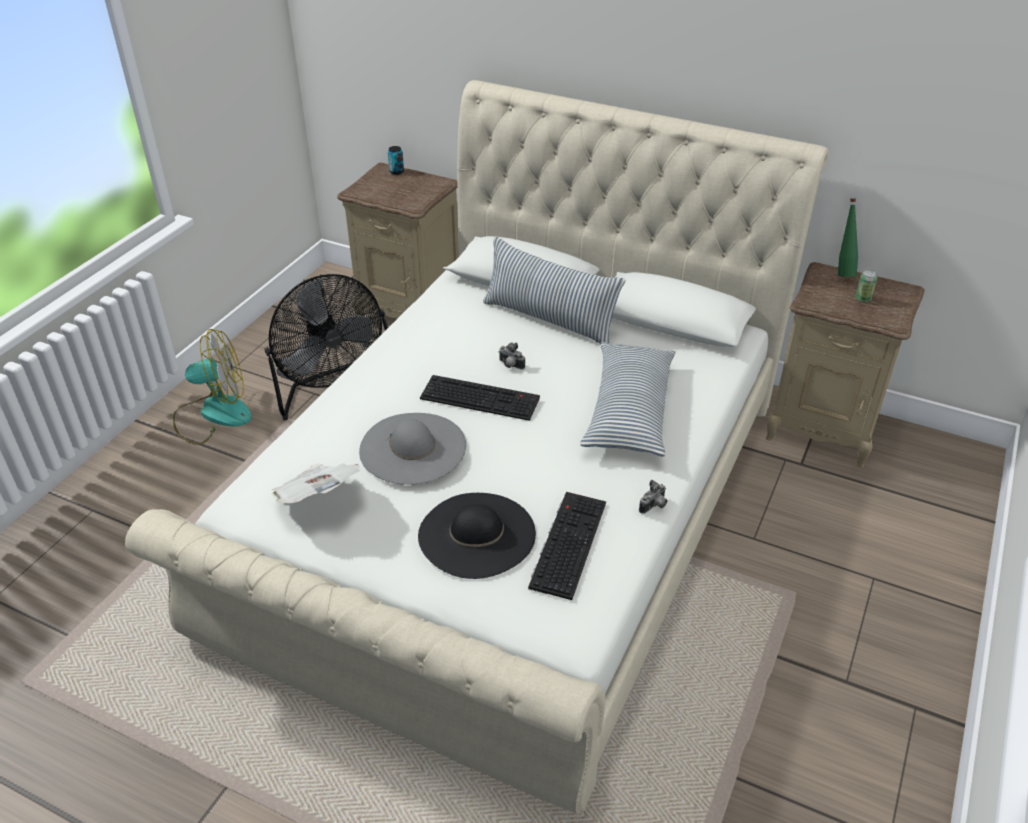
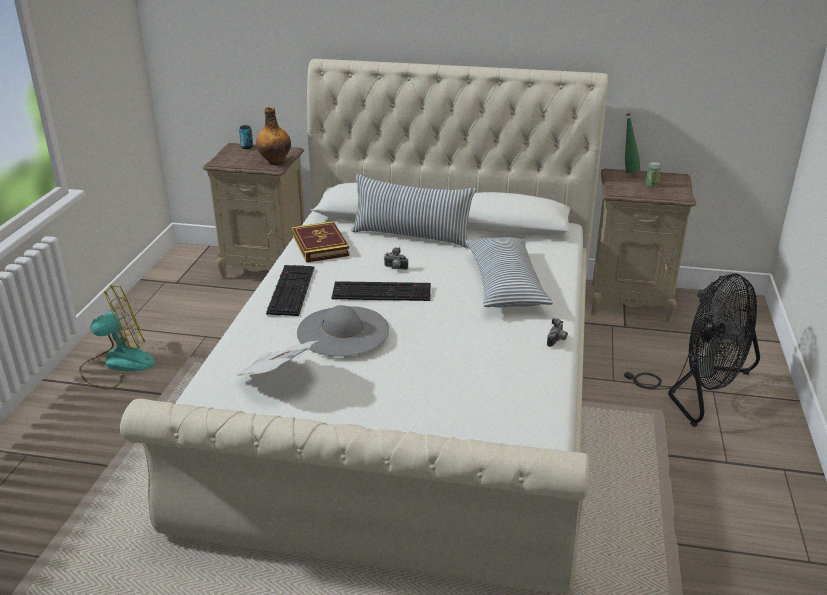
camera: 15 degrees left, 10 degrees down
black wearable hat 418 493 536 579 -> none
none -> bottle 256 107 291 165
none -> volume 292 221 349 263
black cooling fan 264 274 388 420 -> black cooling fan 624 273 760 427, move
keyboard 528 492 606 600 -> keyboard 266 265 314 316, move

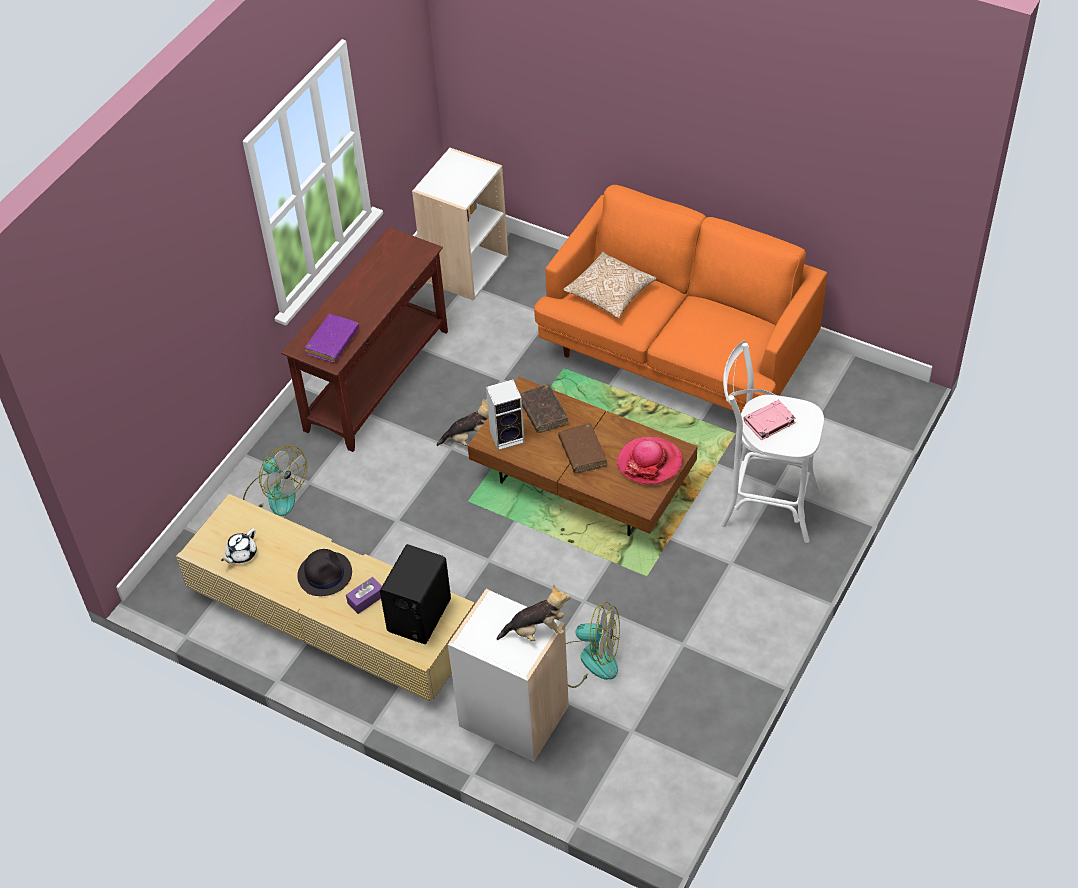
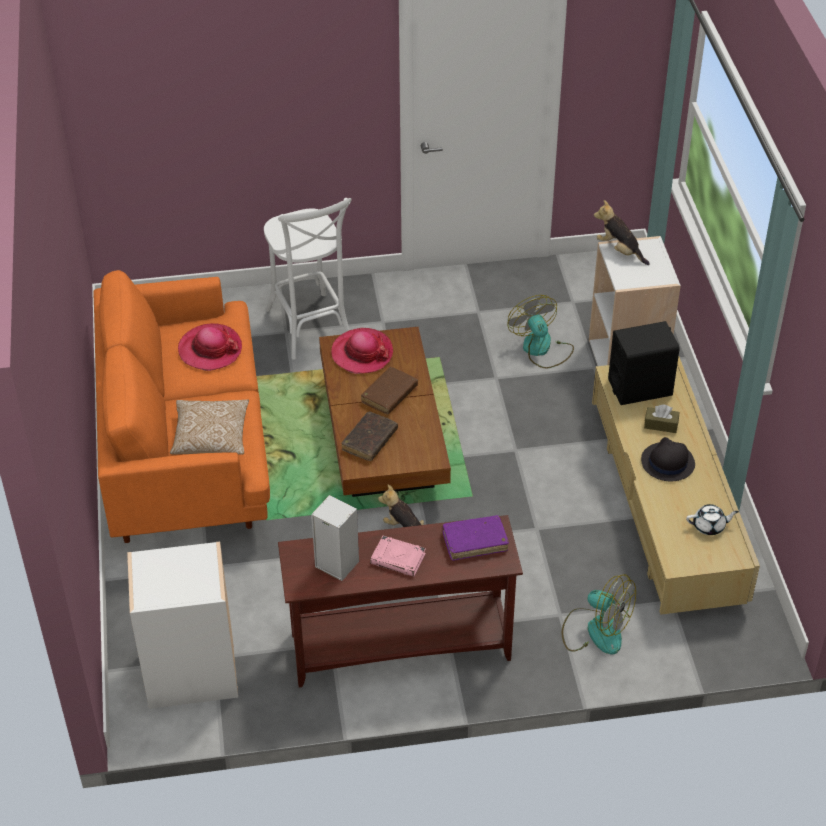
camera: 130 degrees left, 5 degrees down
none -> wearable hat 178 323 242 371
audio speaker 486 379 525 450 -> audio speaker 311 495 359 581, move
pink-coloured volume 743 400 796 440 -> pink-coloured volume 370 536 426 577, move
purplish tissue box 346 577 382 614 -> brown-coloured tissue box 644 405 679 433
cooling fan 243 445 307 516 -> cooling fan 562 574 636 655, 120 degrees clockwise

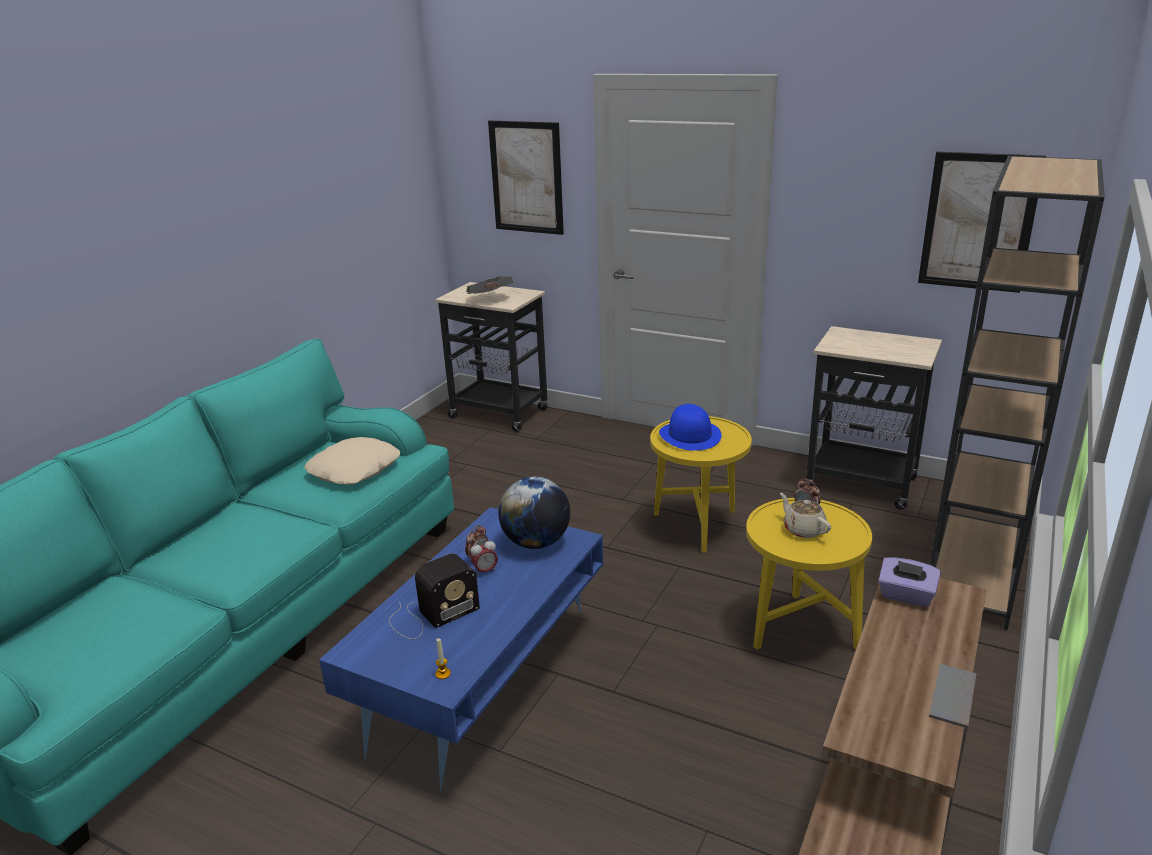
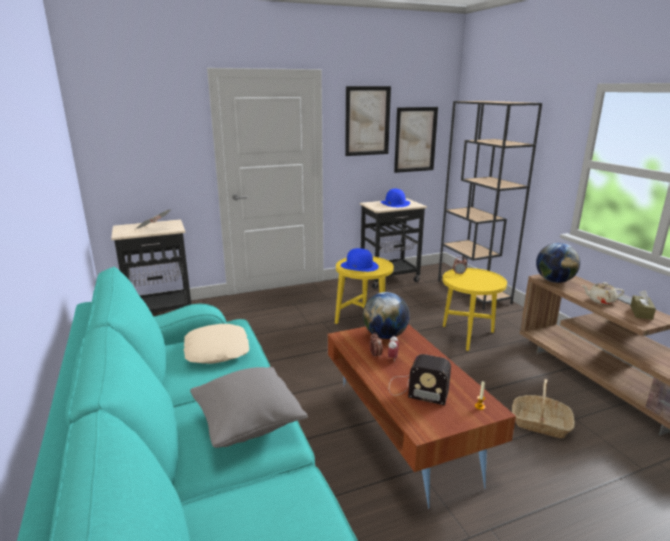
camera: 50 degrees left, 5 degrees down
none -> grey pillow 190 367 308 448
none -> bluish wearable hat 381 189 410 207
none -> household basket 512 379 575 438
none -> brown-coloured tissue box 630 290 656 320
wall picture 488 121 564 235 -> wall picture 345 86 391 156, move
sand-coloured pot for tea 780 493 831 538 -> sand-coloured pot for tea 582 282 624 304, move
purplish tissue box 878 557 941 607 -> world globe 536 243 580 283
bluish coffee table 319 507 603 792 -> brown-coloured coffee table 327 324 516 509
radio receiver 389 554 480 639 -> radio receiver 389 354 451 405, 105 degrees clockwise

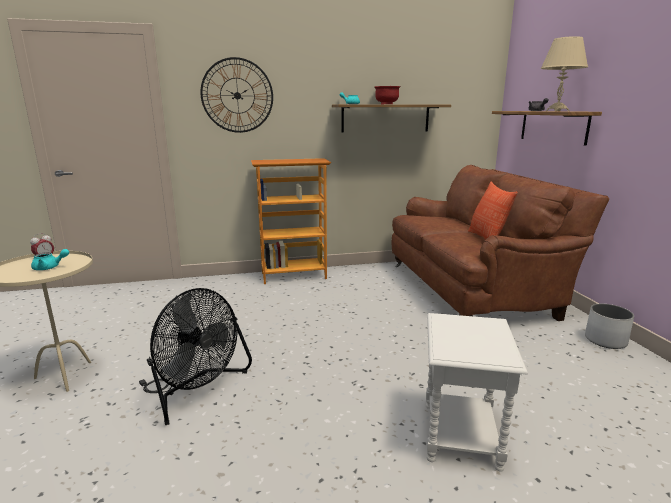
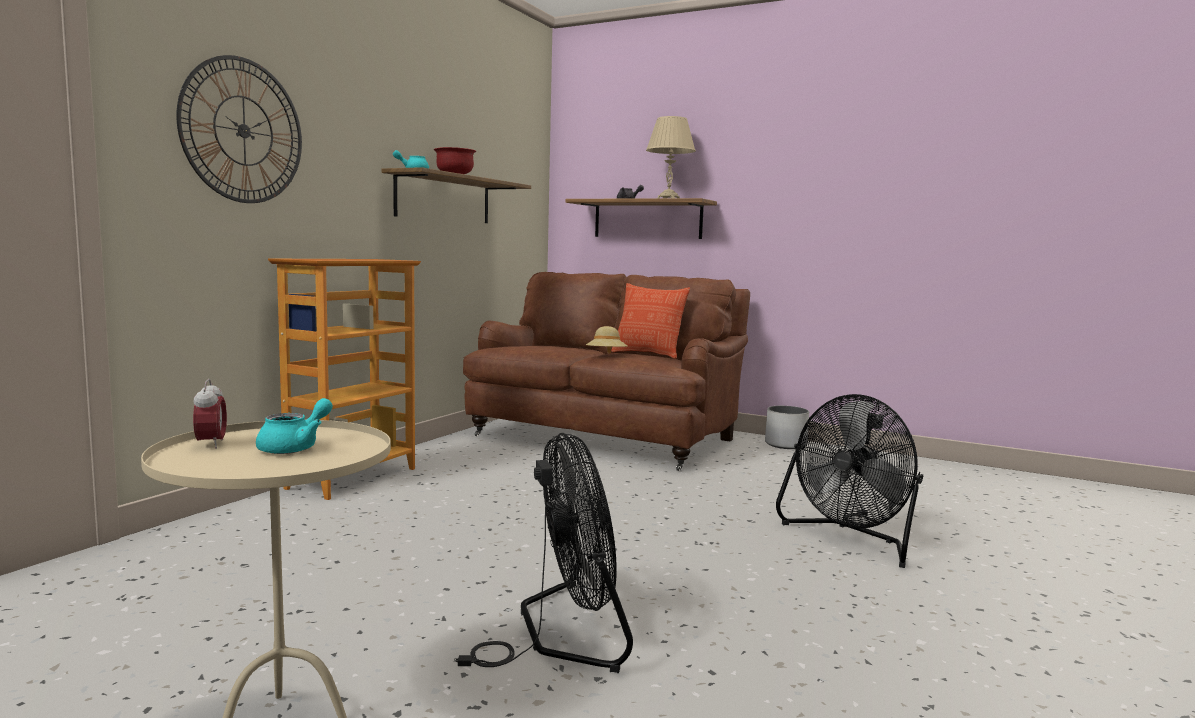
camera: 50 degrees left, 10 degrees down
none -> sand-coloured wearable hat 586 326 627 354
white accent table 426 313 528 472 -> black cooling fan 776 394 923 568

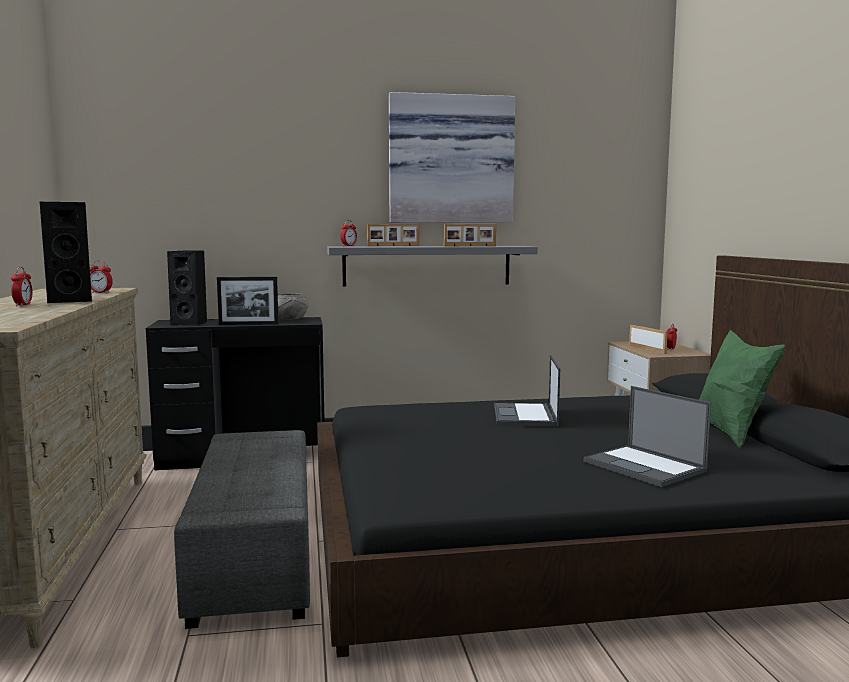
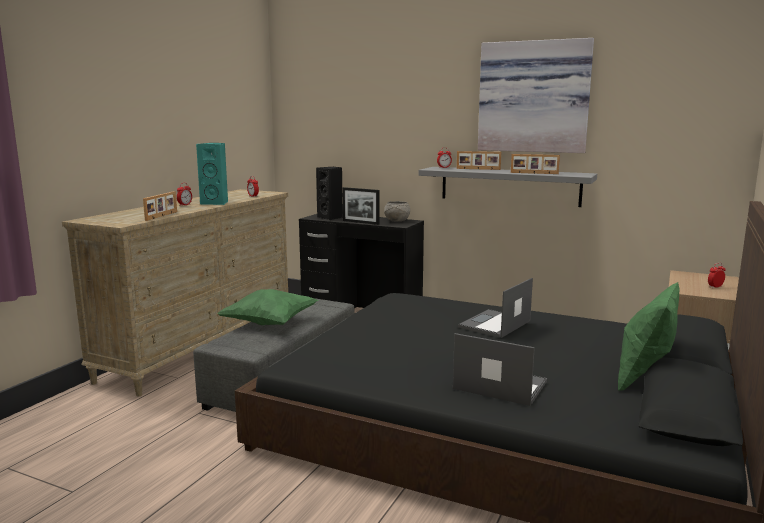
camera: 35 degrees right, 5 degrees up
none -> green pillow 217 289 318 325
photo frame 629 325 668 354 -> photo frame 143 191 177 221, move
black audio speaker 40 202 92 303 -> blue-green audio speaker 196 143 228 205
portable computer 583 386 711 487 -> portable computer 453 333 547 406, 120 degrees clockwise

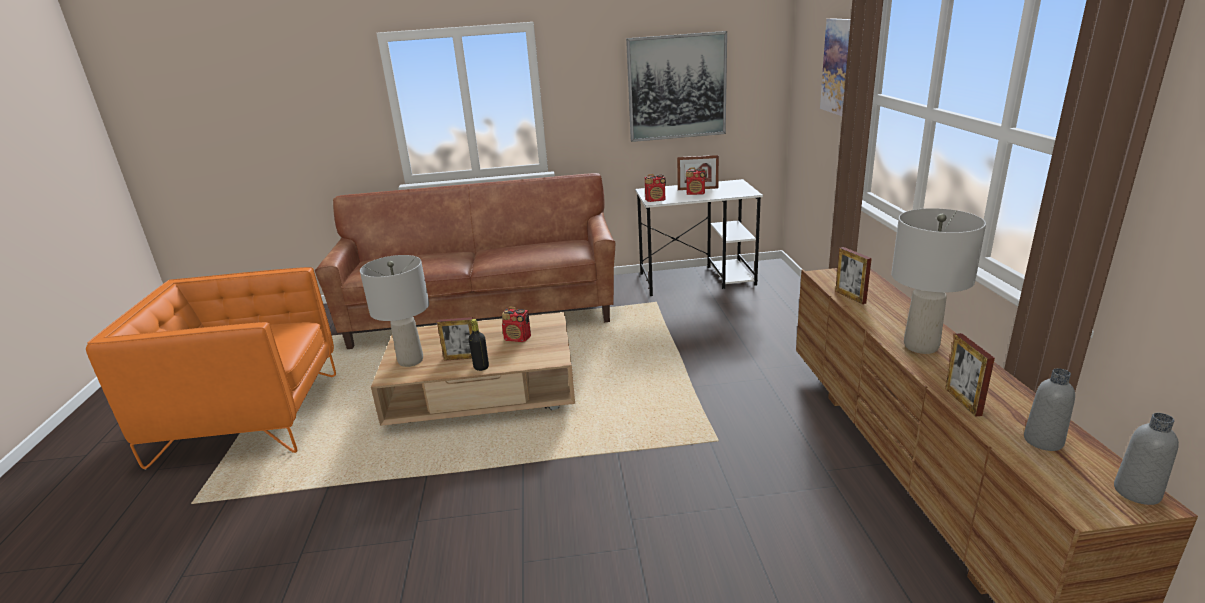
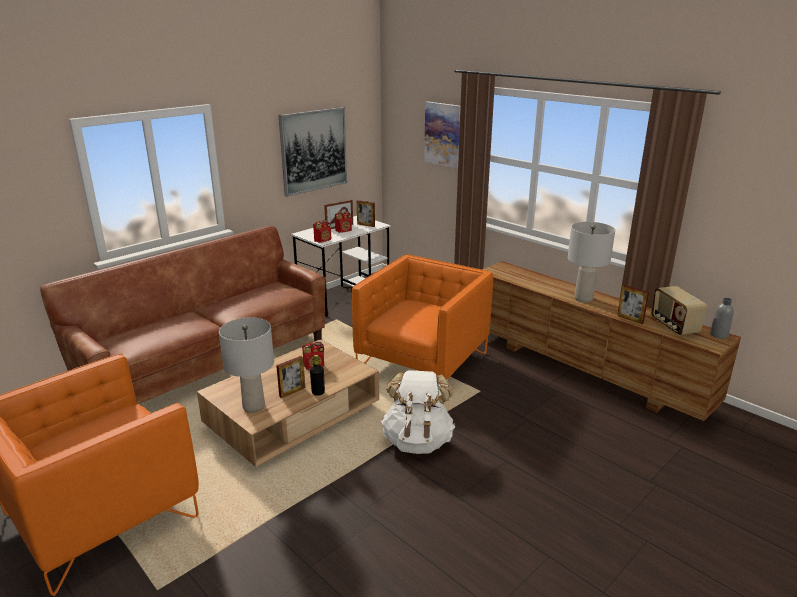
camera: 40 degrees left, 0 degrees up
none -> orange-coloured easy chair 352 254 493 380
none -> white knapsack 381 370 455 454
photo frame 835 247 872 304 -> photo frame 357 200 375 227, move
grey bottle 1024 368 1075 451 -> radio receiver 651 286 707 335

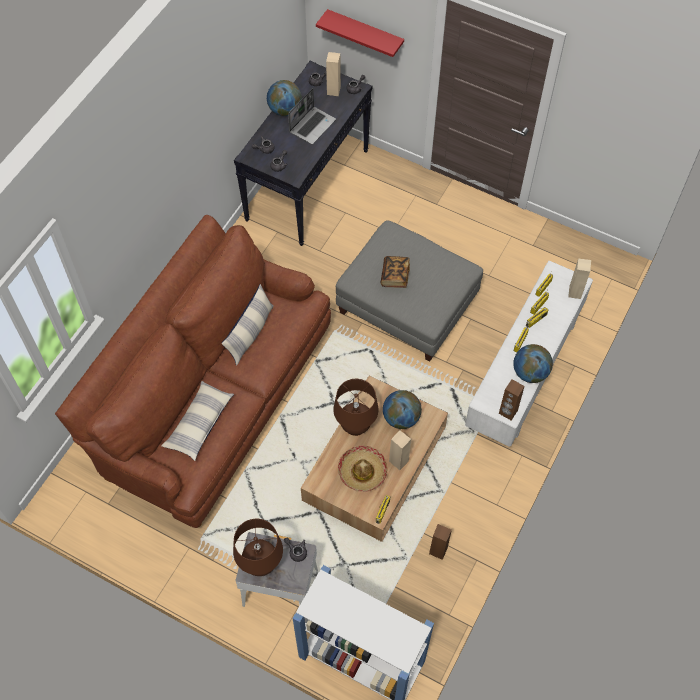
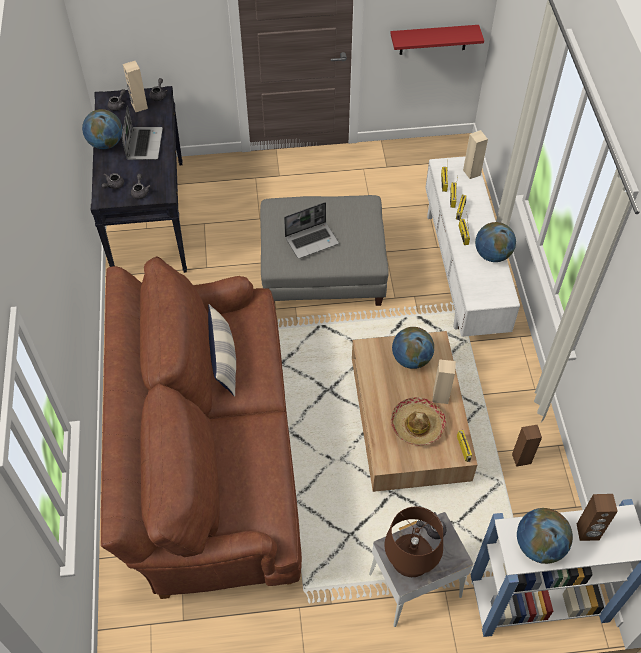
camera: 35 degrees left, 5 degrees down
pillow 161 381 234 461 -> none
brown-coloured lamp for a table 333 379 378 436 -> none
none -> world globe 517 508 573 564
red-coloured wall shelf 316 9 404 57 -> red-coloured wall shelf 390 25 484 55, move
brown-coloured audio speaker 499 379 525 420 -> brown-coloured audio speaker 577 494 618 541, move
volume 381 256 410 288 -> portable computer 284 202 339 259

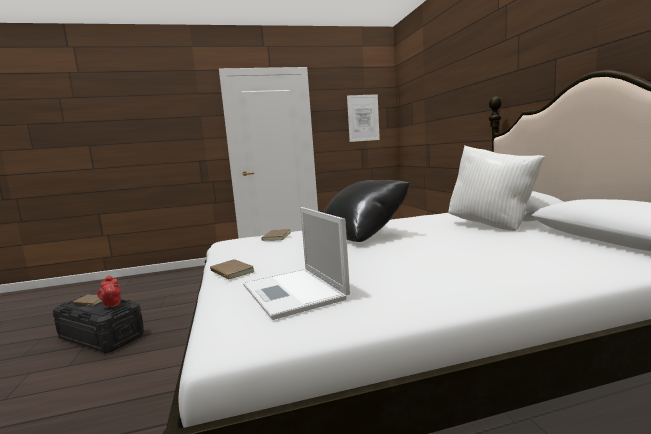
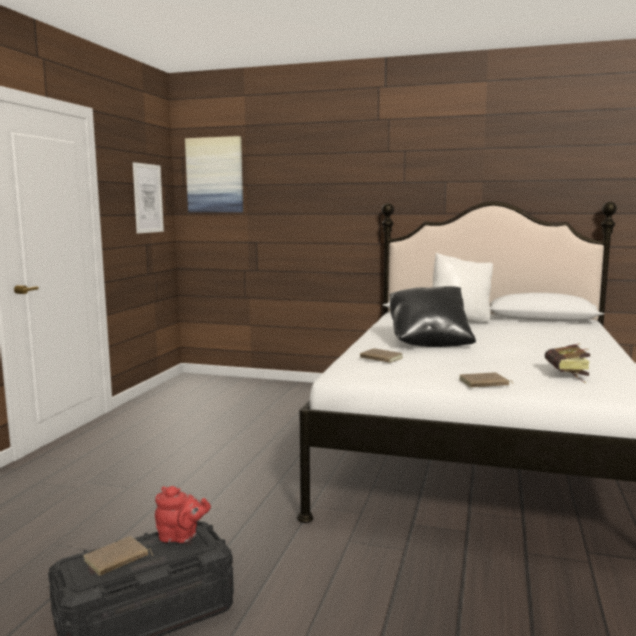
camera: 60 degrees left, 0 degrees up
none -> wall picture 185 136 243 213
portable computer 243 207 350 320 -> volume 545 344 590 383

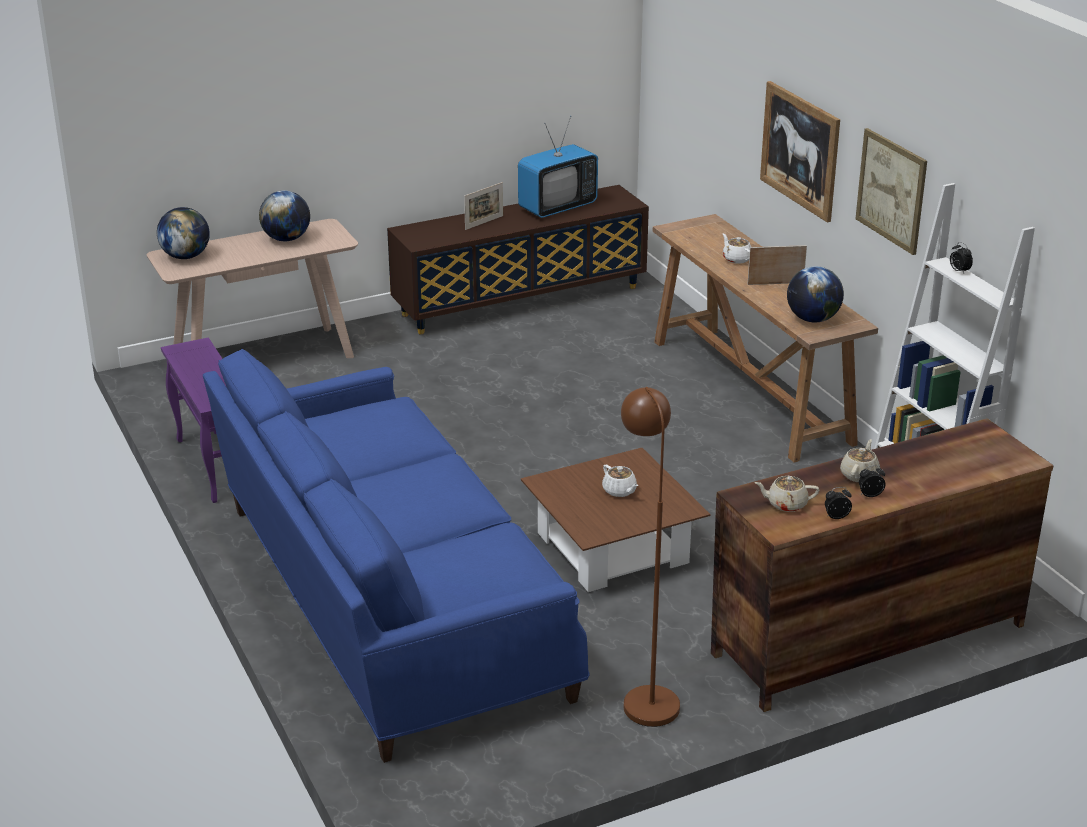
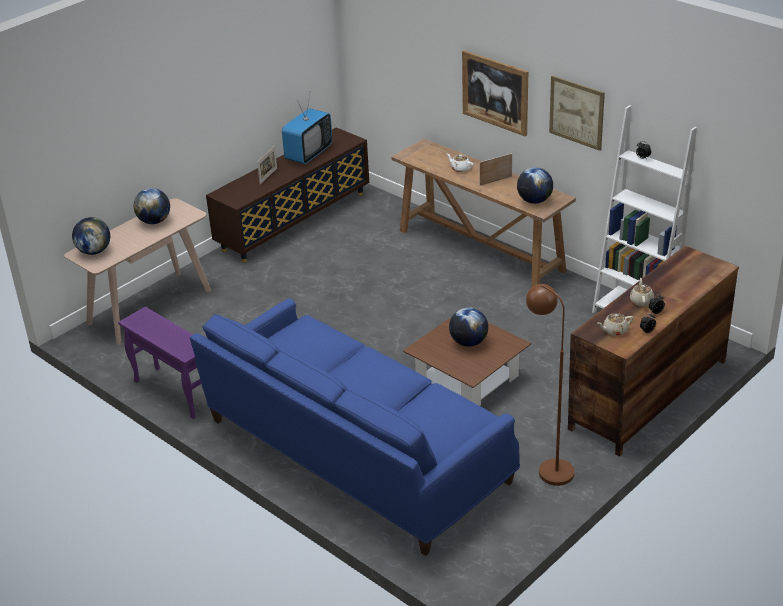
camera: 20 degrees left, 5 degrees up
white pot for tea 602 465 638 497 -> world globe 449 307 488 347

